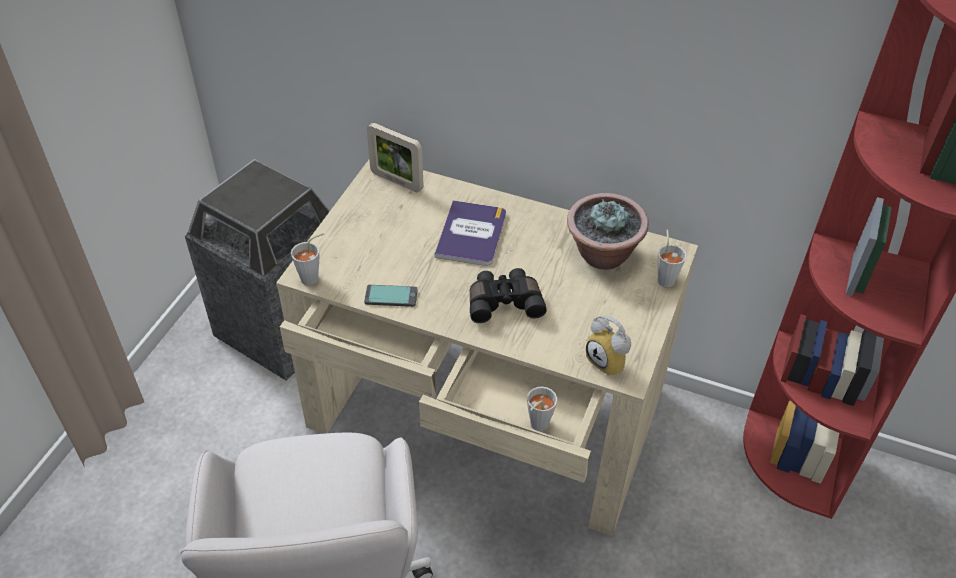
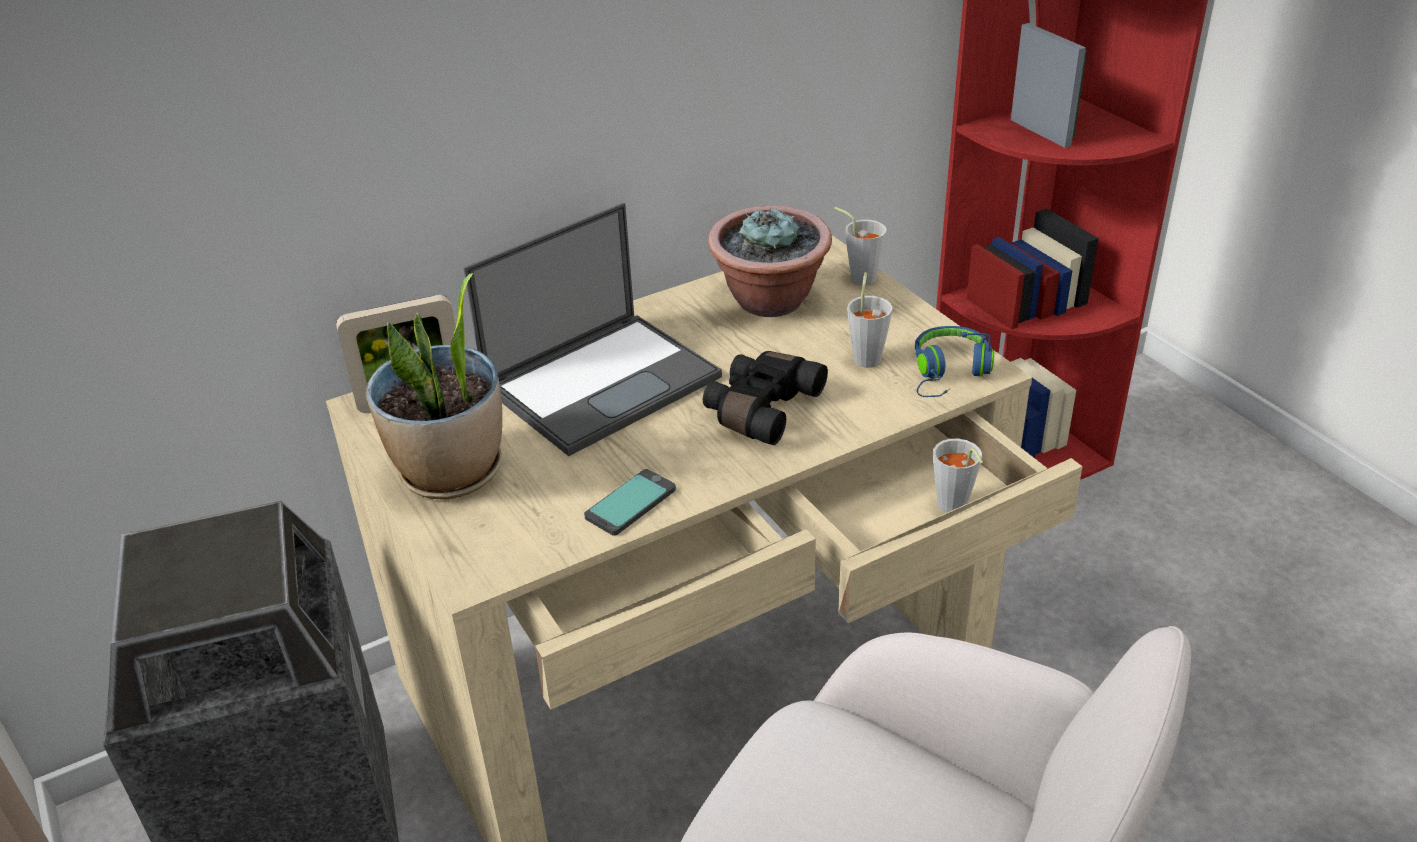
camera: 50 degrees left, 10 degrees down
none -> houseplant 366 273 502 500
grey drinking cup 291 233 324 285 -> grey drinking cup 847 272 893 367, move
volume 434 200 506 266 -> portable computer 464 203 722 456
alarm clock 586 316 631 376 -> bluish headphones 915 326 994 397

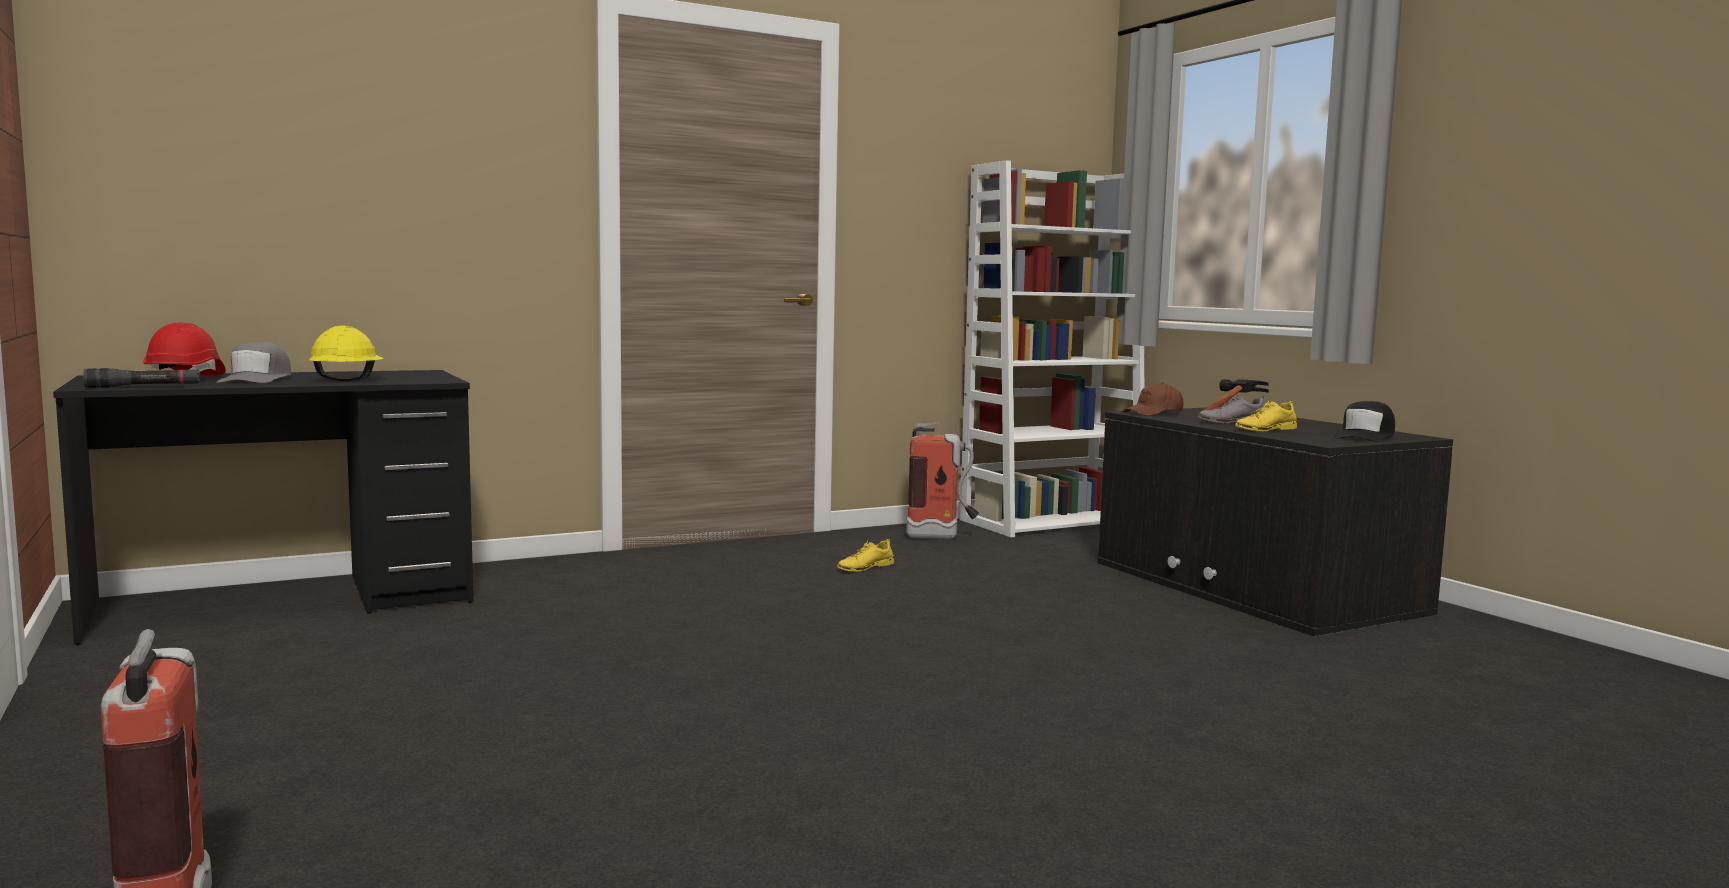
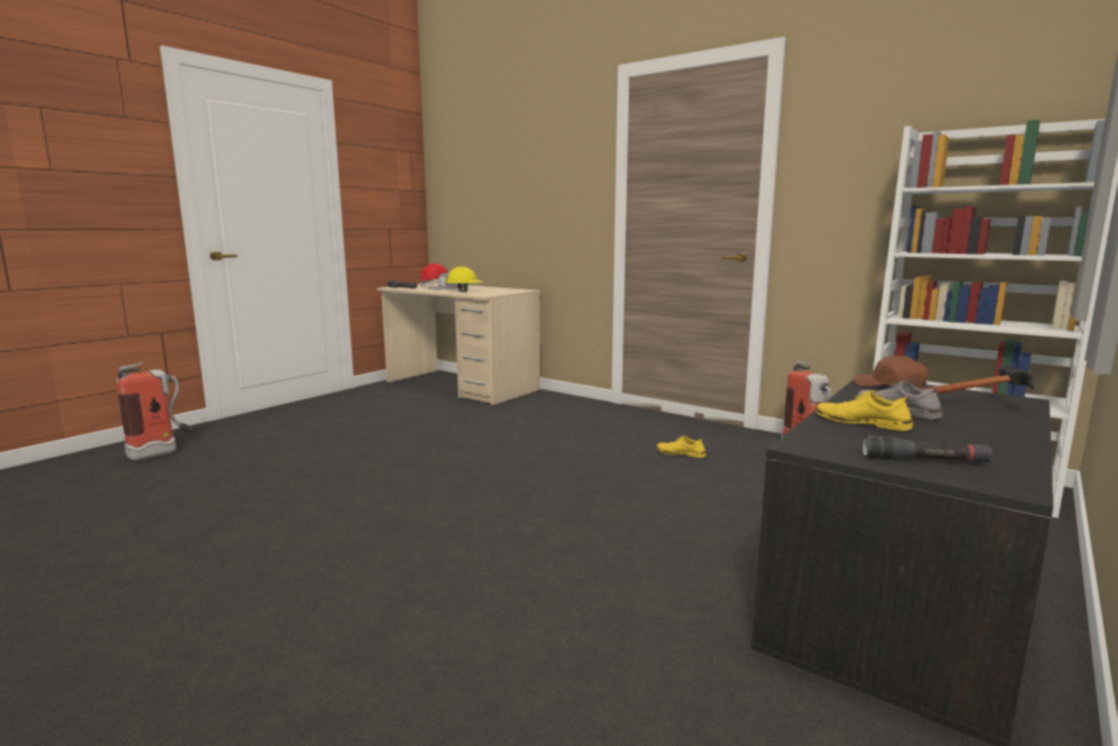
camera: 65 degrees right, 5 degrees up
black peaked cap 1333 401 1395 442 -> black hand torch 863 436 993 462
black desk unit 53 370 473 645 -> sand-coloured desk unit 377 283 540 406

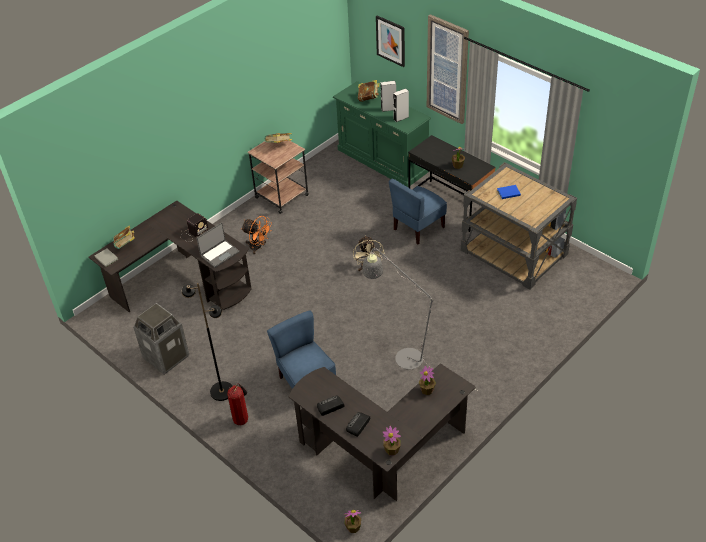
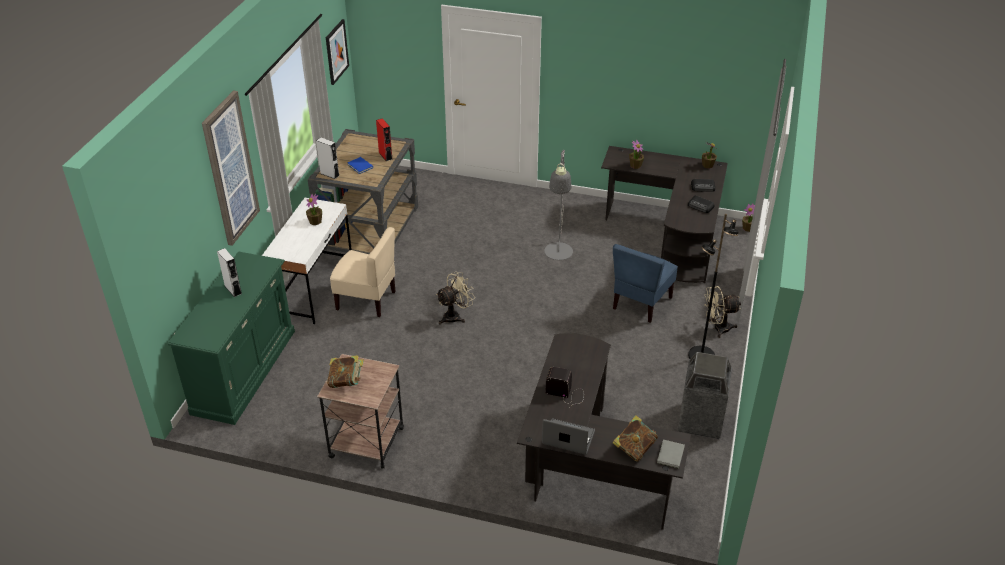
camera: 120 degrees left, 5 degrees down
orange-coloured cooling fan 241 216 271 254 -> none
volume 358 80 380 102 -> none
none -> red-coloured audio speaker 376 118 393 161
portable computer 197 223 240 268 -> portable computer 542 419 595 455, move
wall picture 376 16 405 67 -> wall picture 326 19 349 85, move
grey audio speaker 393 88 409 122 -> grey audio speaker 316 138 339 179, move
extinguisher 227 383 248 425 -> sand-coloured cooling fan 704 286 741 338
bluish plain chair 389 179 447 244 -> sand-coloured plain chair 330 227 396 317
black desk unit 408 135 496 232 -> white desk unit 262 198 352 324

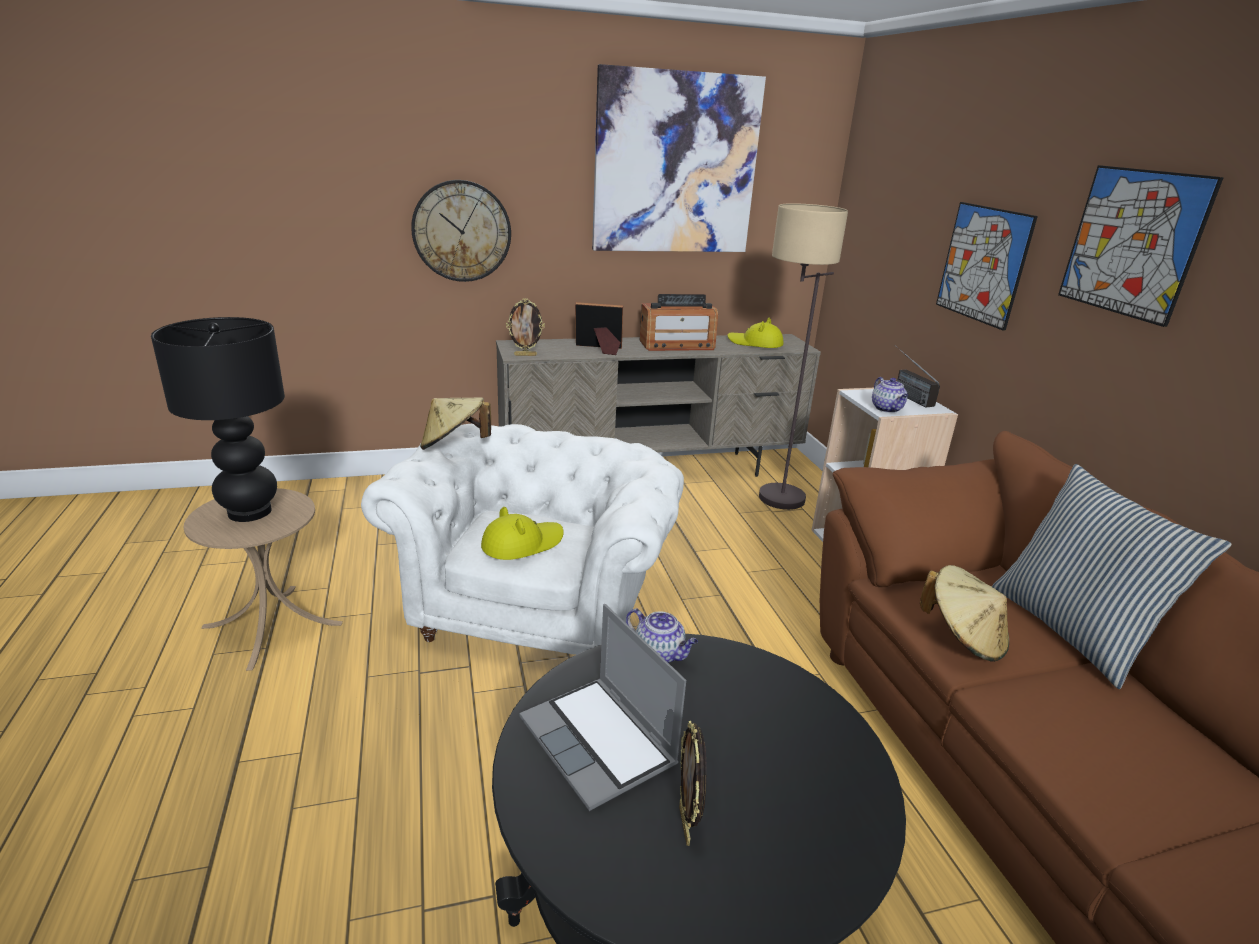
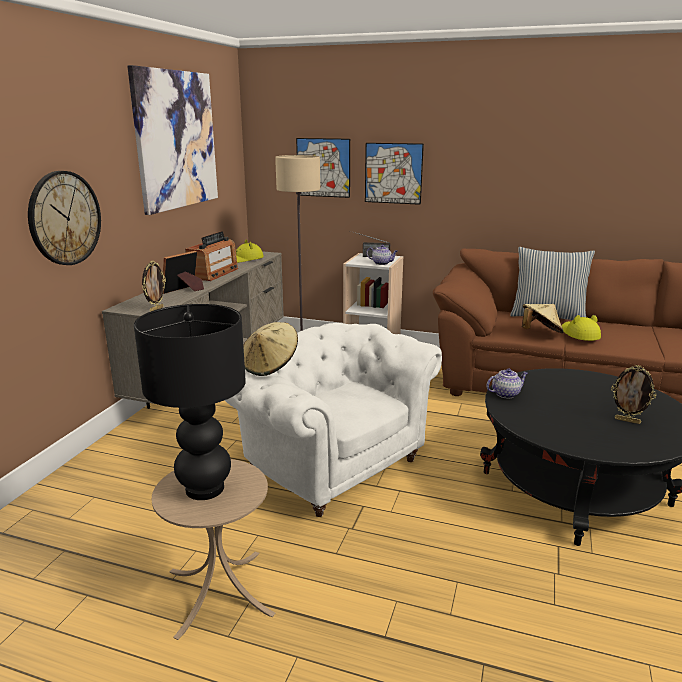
camera: 55 degrees left, 5 degrees down
portable computer 520 604 686 811 -> none
yellow wearable hat 481 507 564 560 -> yellow wearable hat 561 315 601 341, move
wall picture 1058 165 1224 327 -> wall picture 296 138 350 198, move

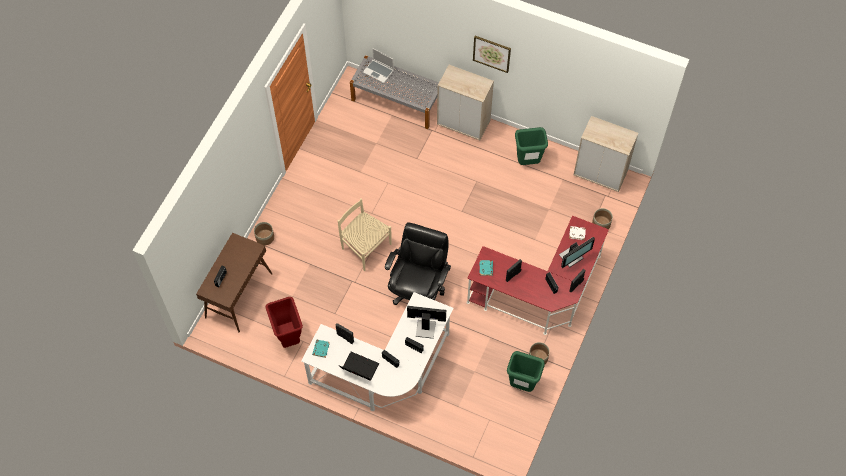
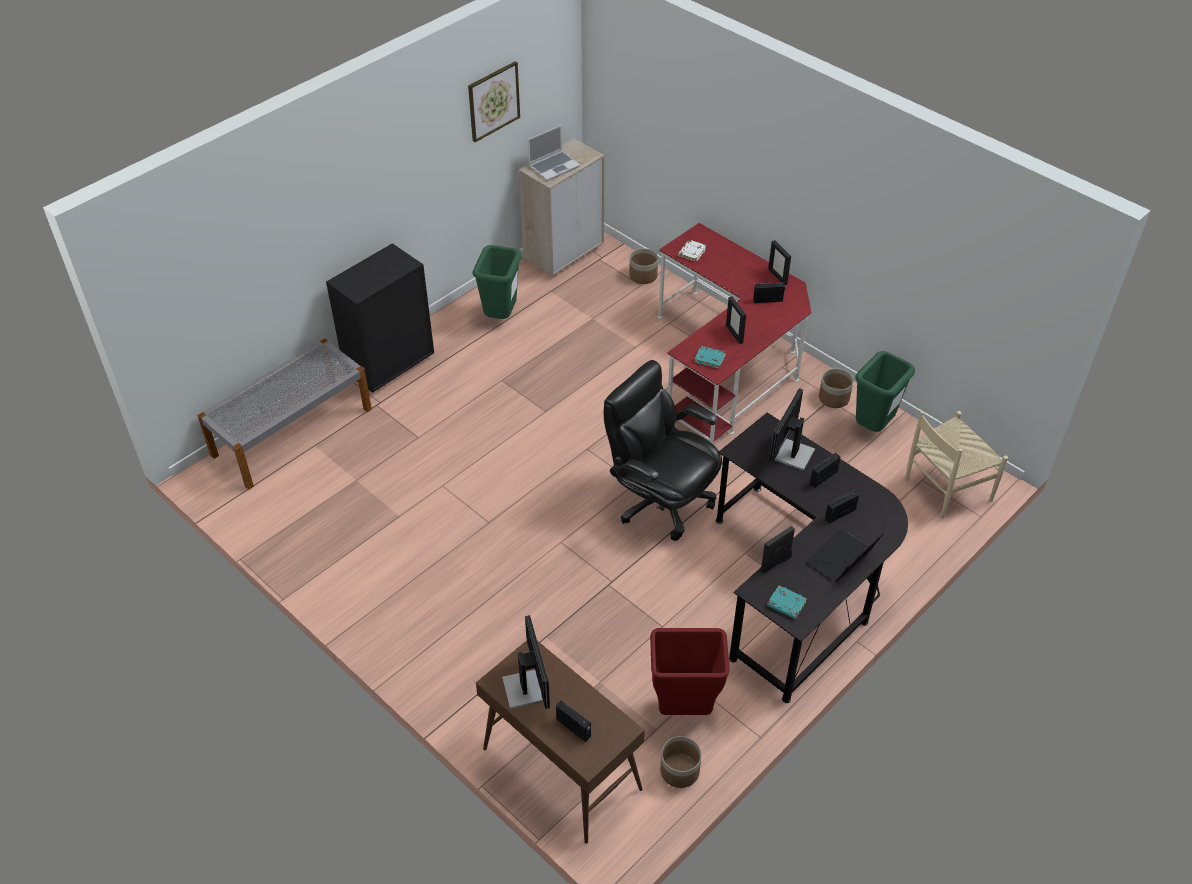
camera: 70 degrees left, 15 degrees down
planter 254 222 274 246 -> planter 660 736 702 788, move
sand-coloured plain chair 338 198 392 271 -> sand-coloured plain chair 905 411 1008 519, move
portable computer 363 48 394 83 -> portable computer 528 125 580 181, move
wall picture 473 36 511 73 -> wall picture 468 61 520 142, move
computer screen 559 237 595 268 -> computer screen 502 615 550 709, move
white desk unit 301 292 454 411 -> black desk unit 716 413 908 703
sand-coloured cupboard 437 65 494 140 -> black cupboard 326 243 434 393

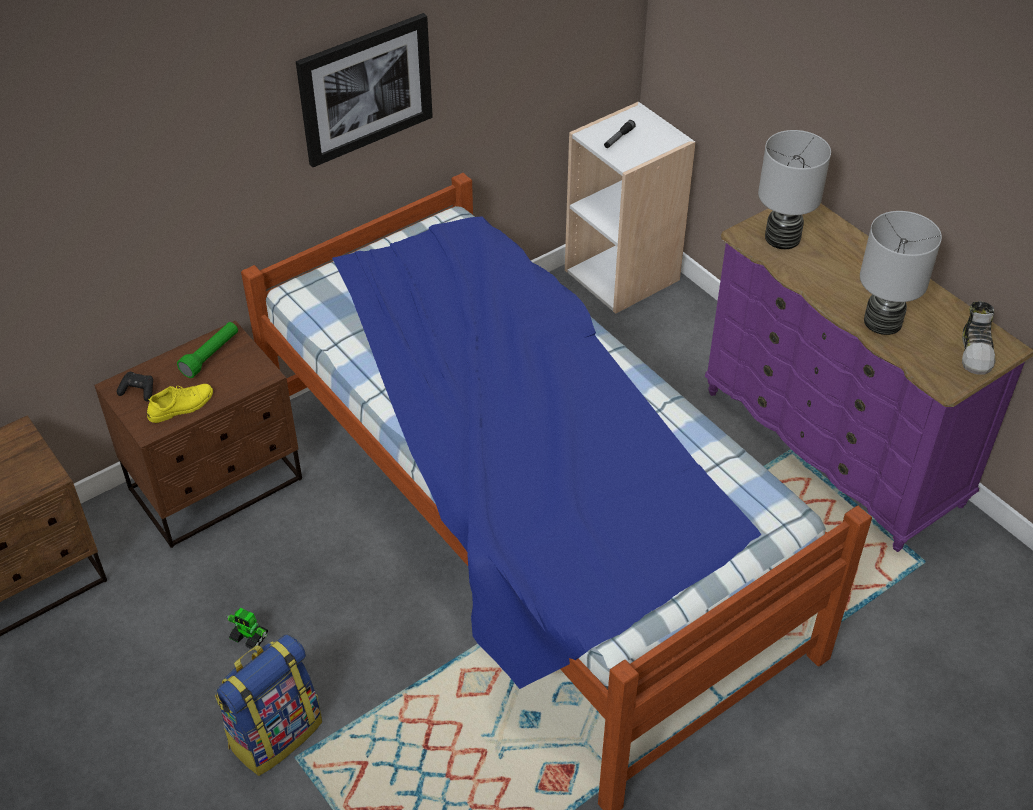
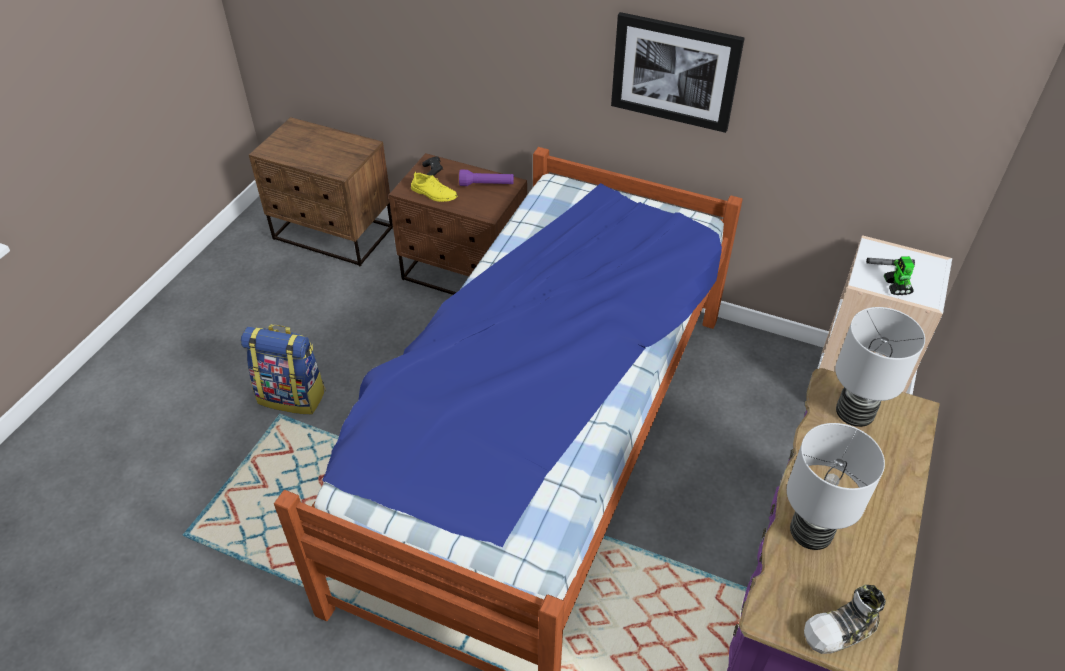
camera: 60 degrees right, 0 degrees up
robot figure 227 608 268 650 -> robot figure 884 256 914 295, move
green hand torch 177 322 238 378 -> purplish hand torch 459 170 514 186

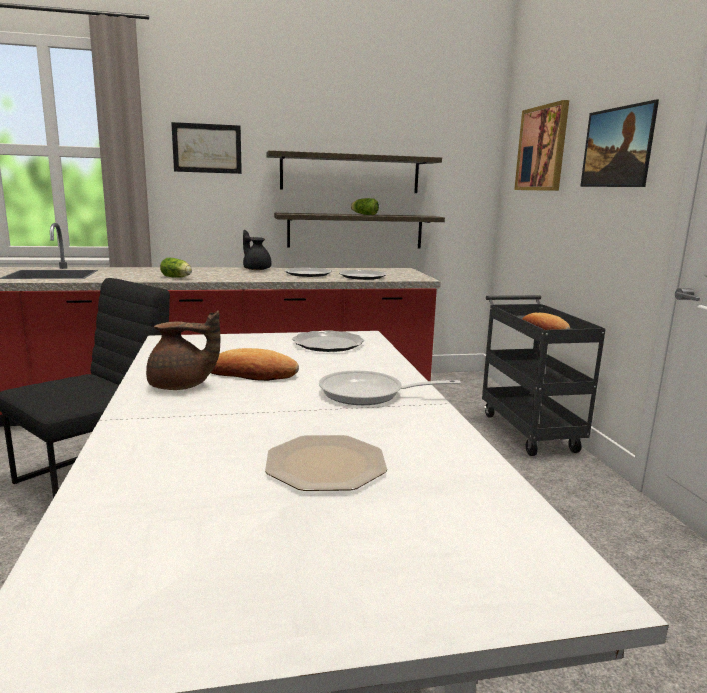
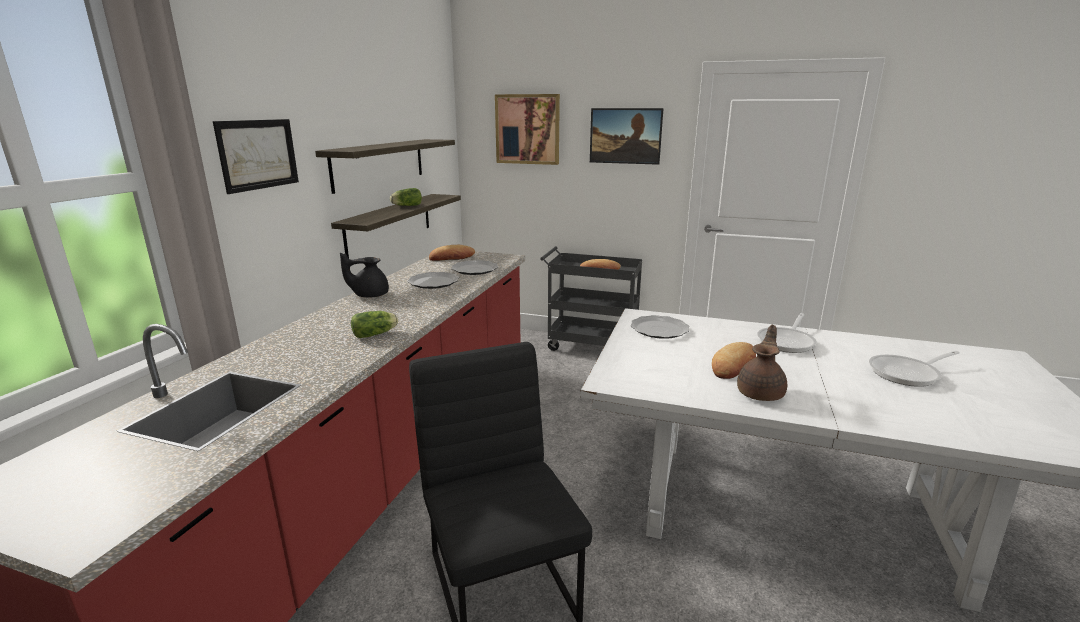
camera: 60 degrees left, 5 degrees up
none -> bakery bread 429 245 475 261
flat dish 265 435 387 491 -> frying pan 869 351 960 387

